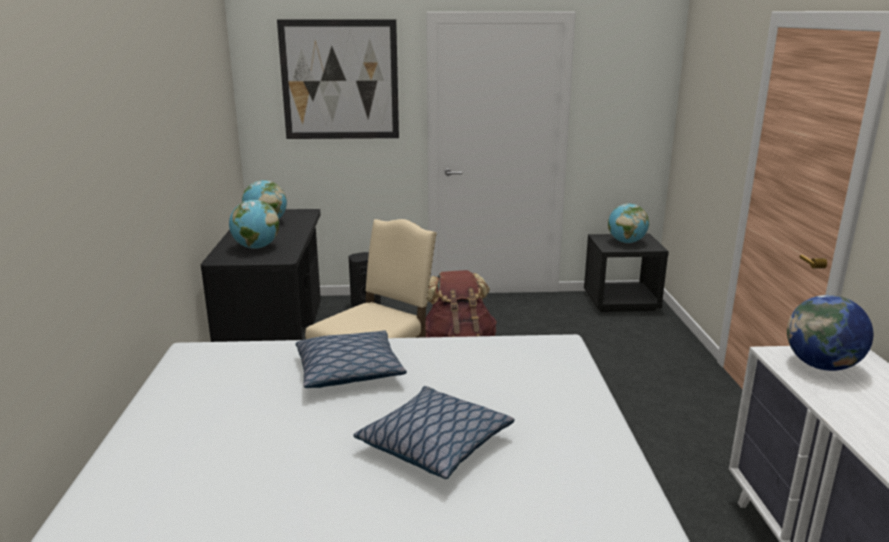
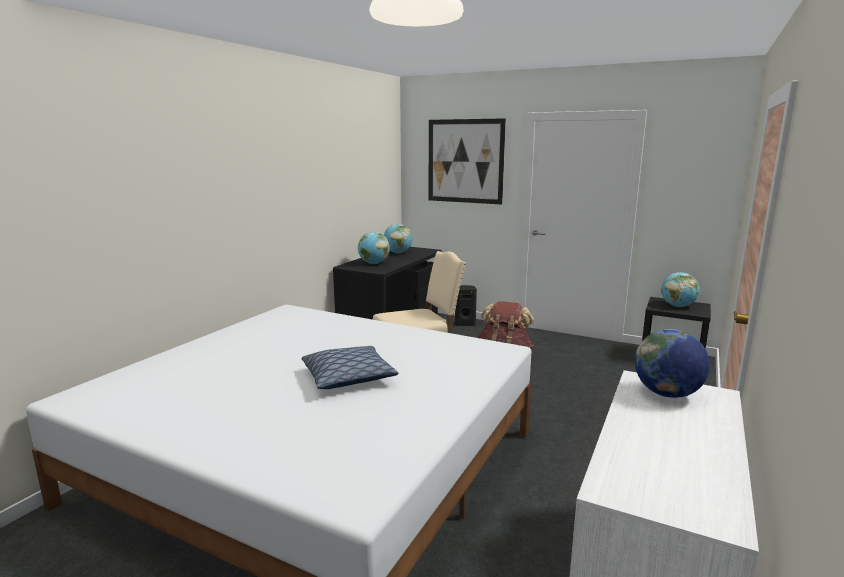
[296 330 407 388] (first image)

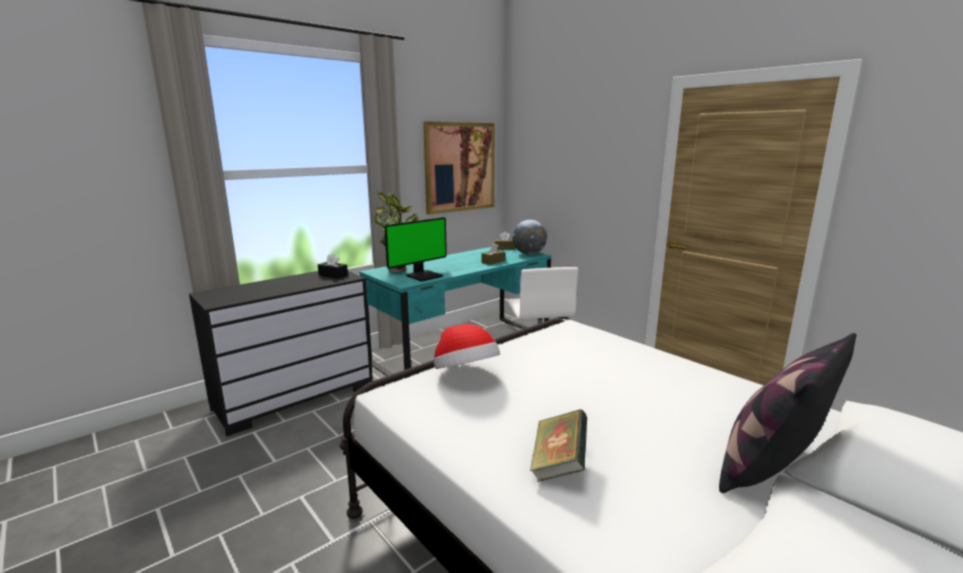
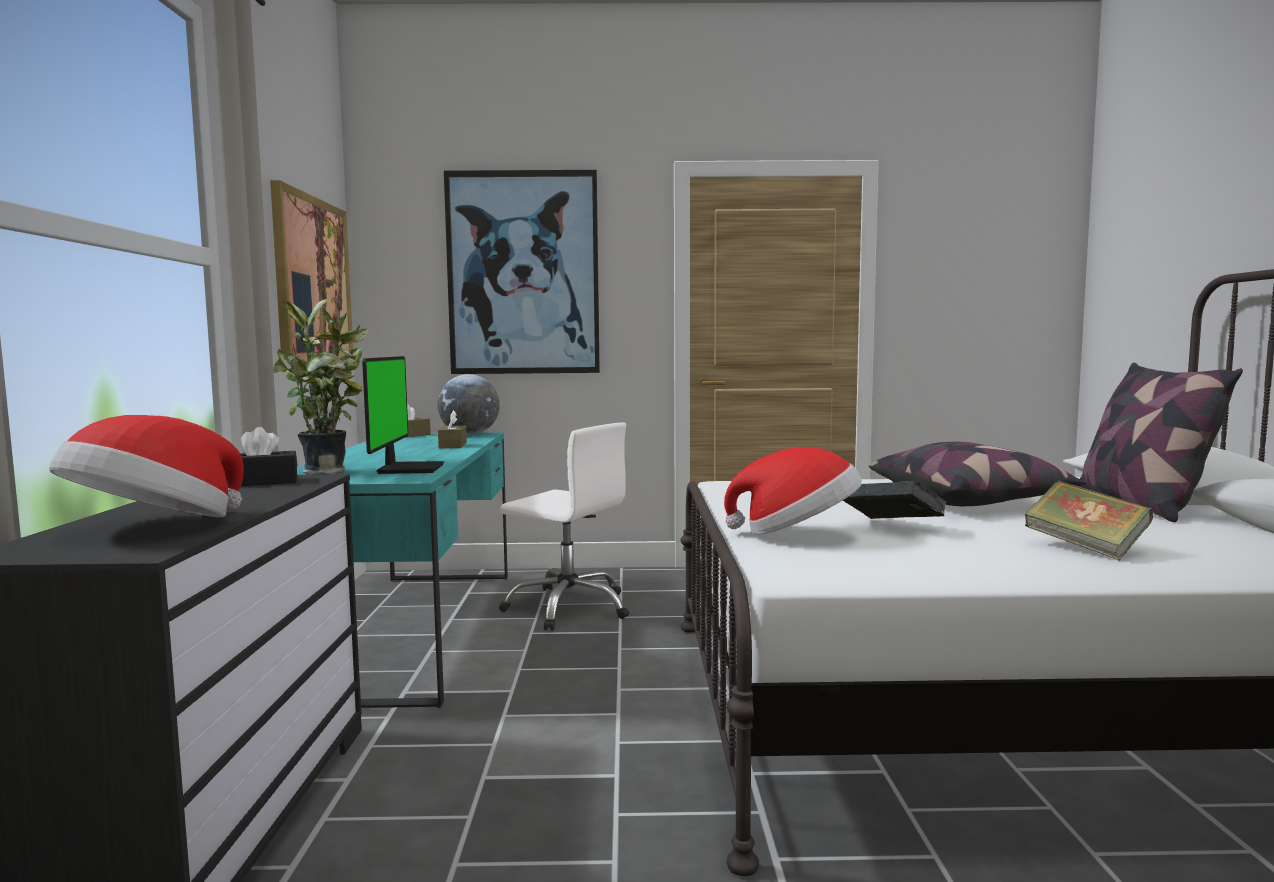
[444 170 600 374]
[49 415 244 518]
[869 442 1087 506]
[843 481 946 519]

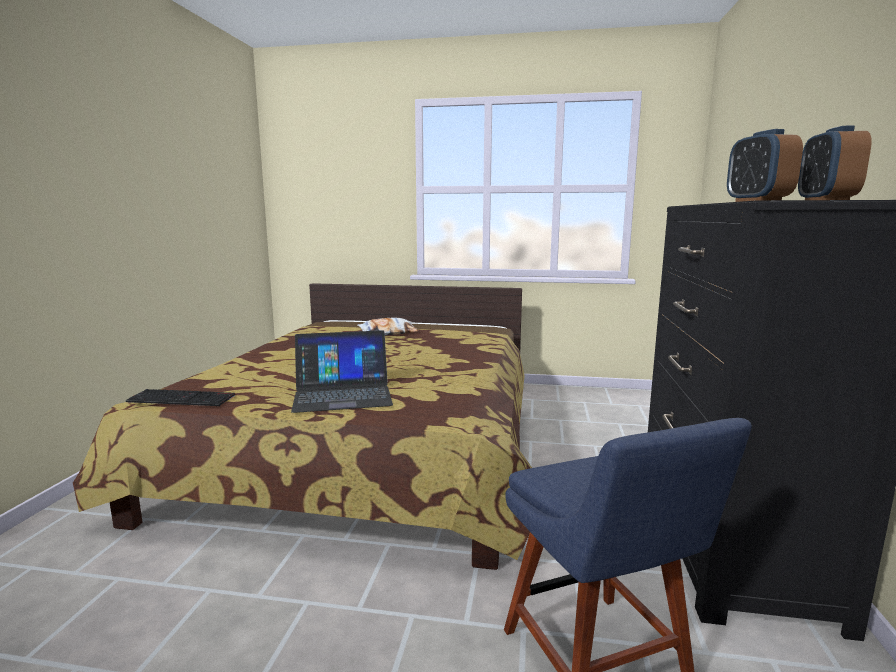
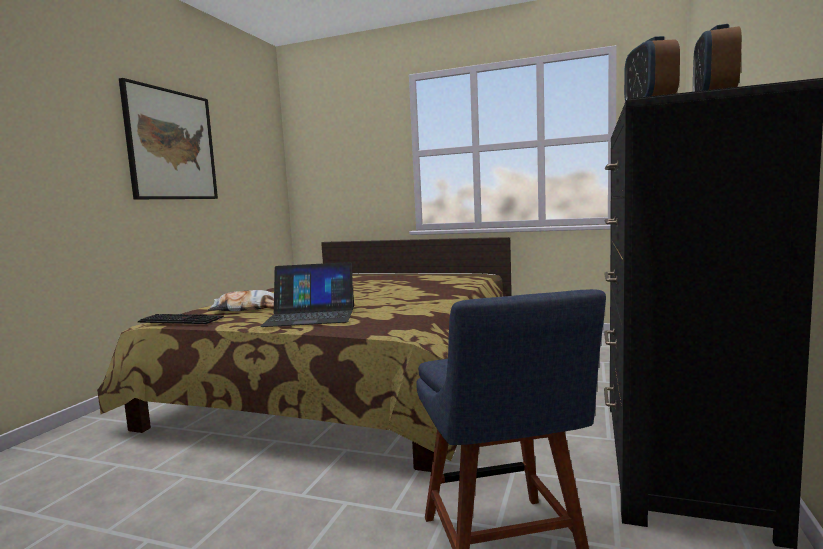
[208 290 274 311]
[119 78 218 199]

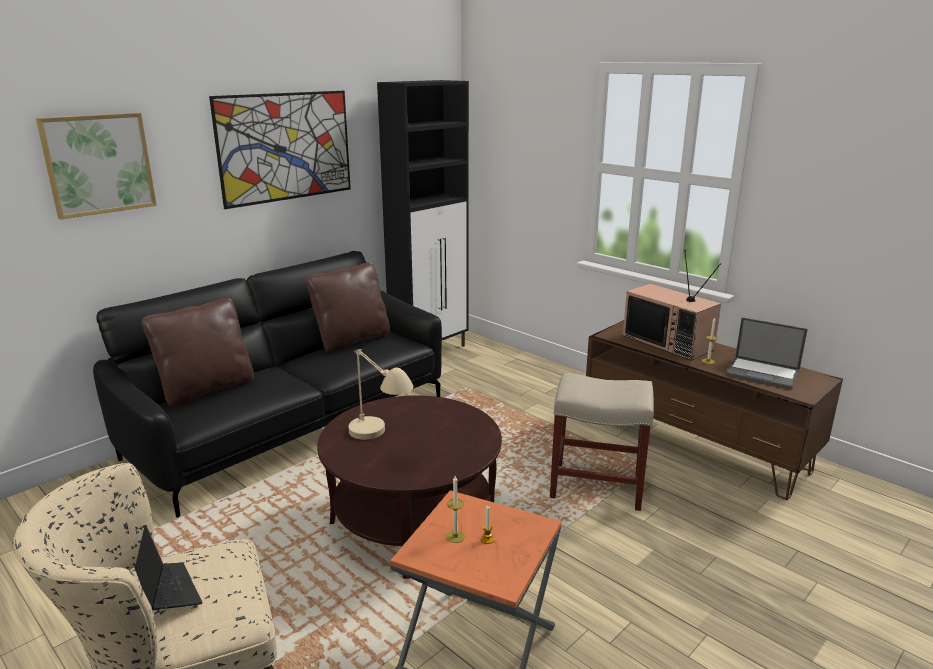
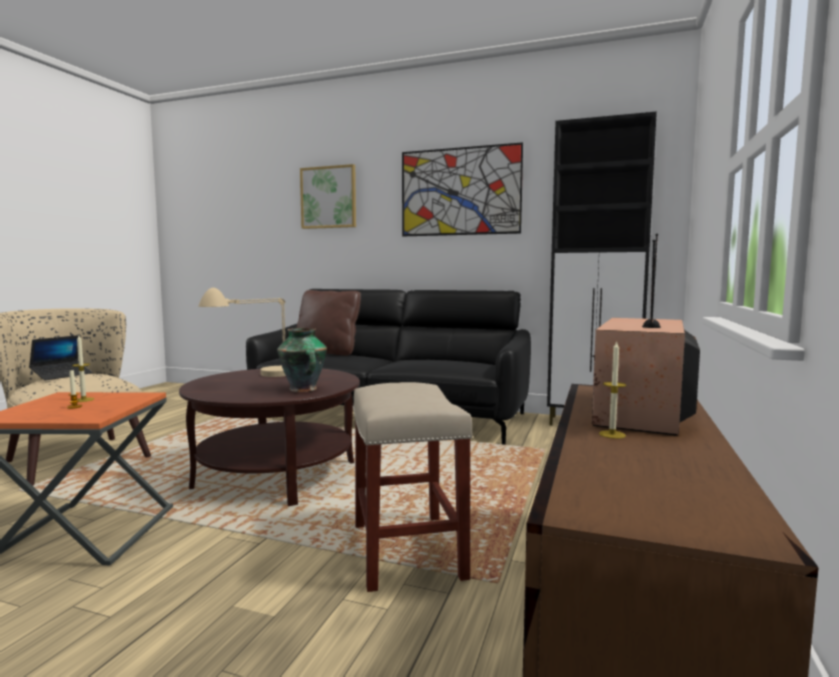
[306 263 390 353] (first image)
[725 317 808 390] (first image)
[277 328 327 392]

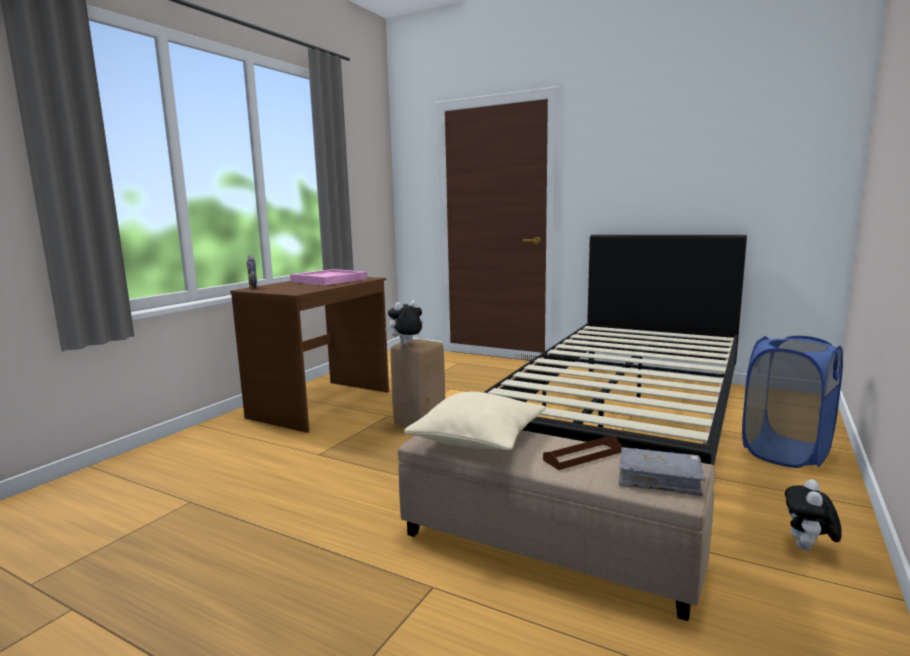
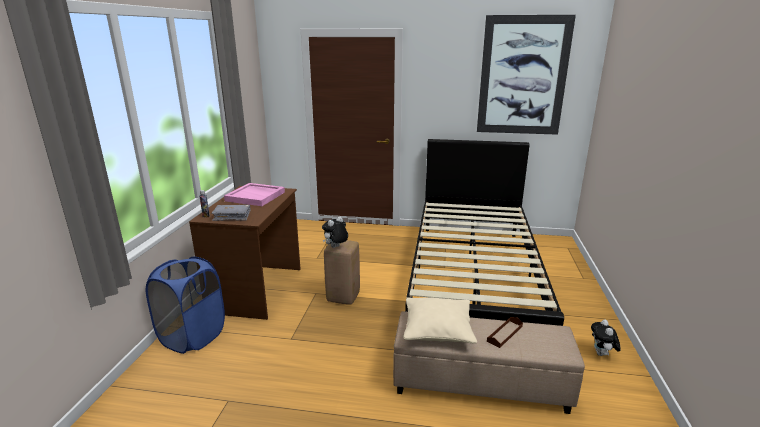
[146 257 225 354]
[211 205 251 221]
[477 15 576 135]

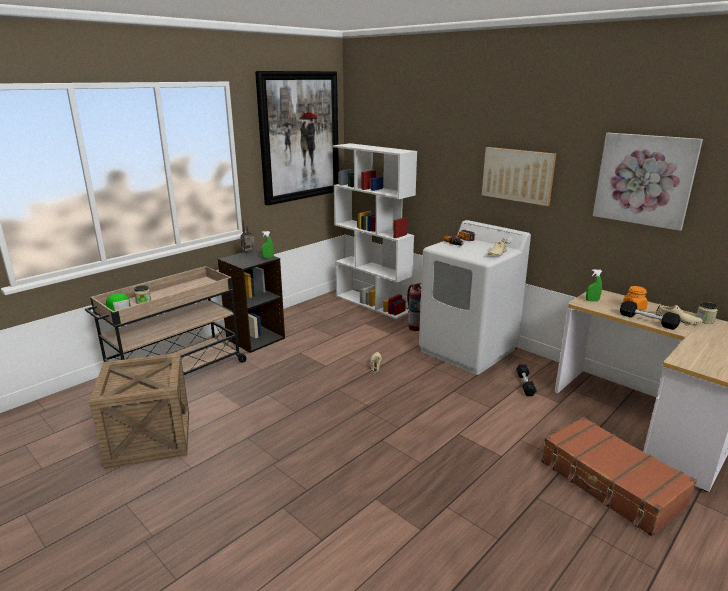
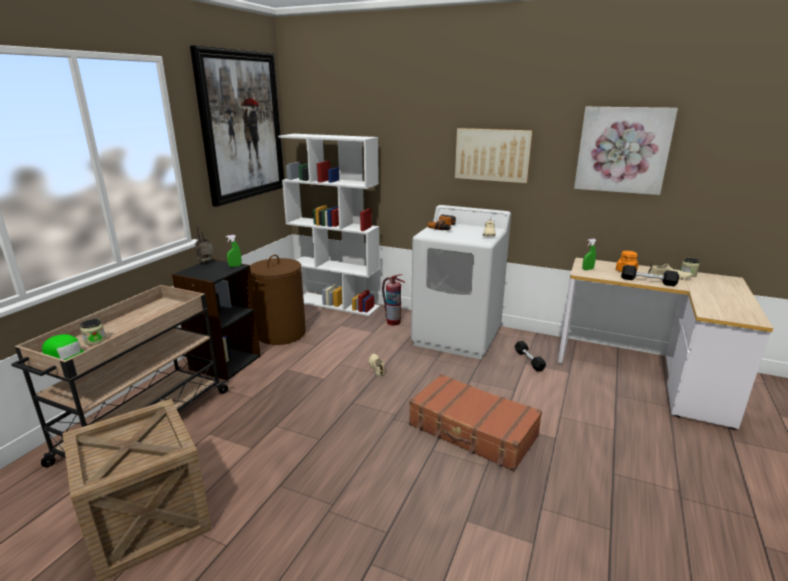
[409 374 542 471]
[250 255 306 345]

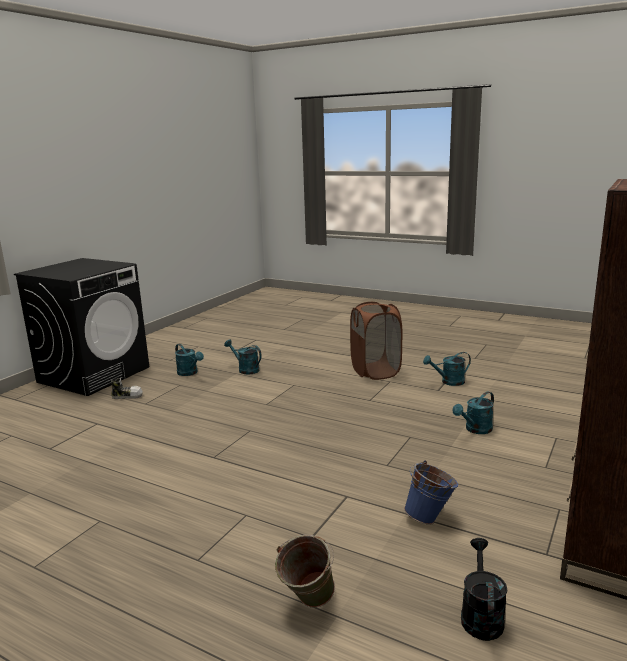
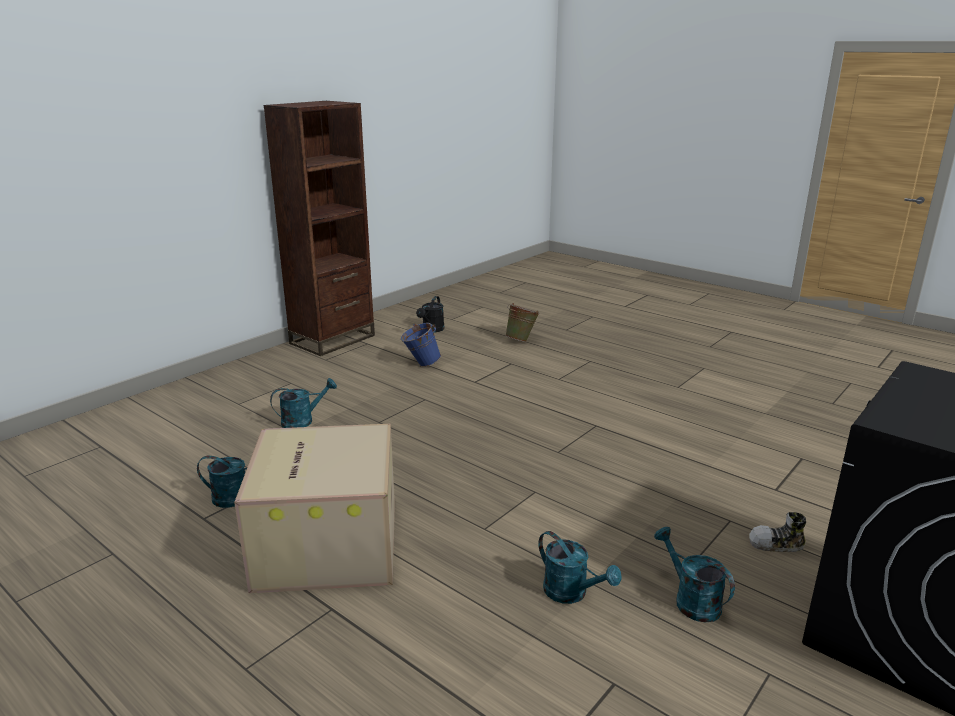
[234 424 395 593]

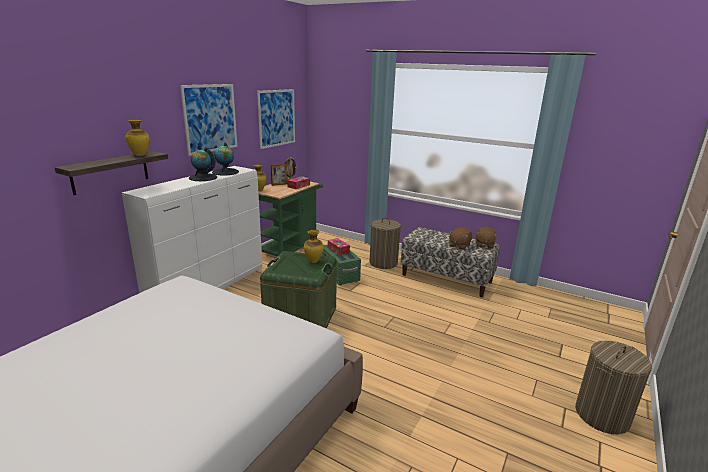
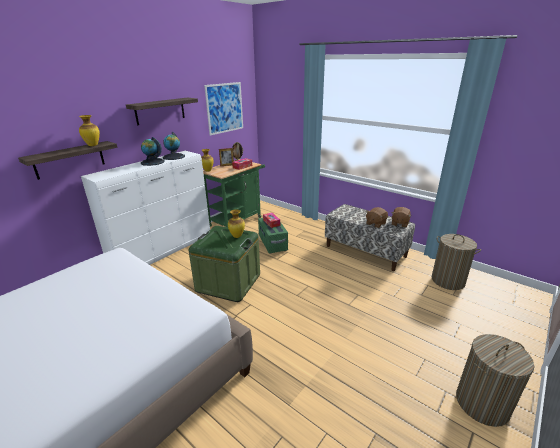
[126 98 198 126]
[432 234 481 290]

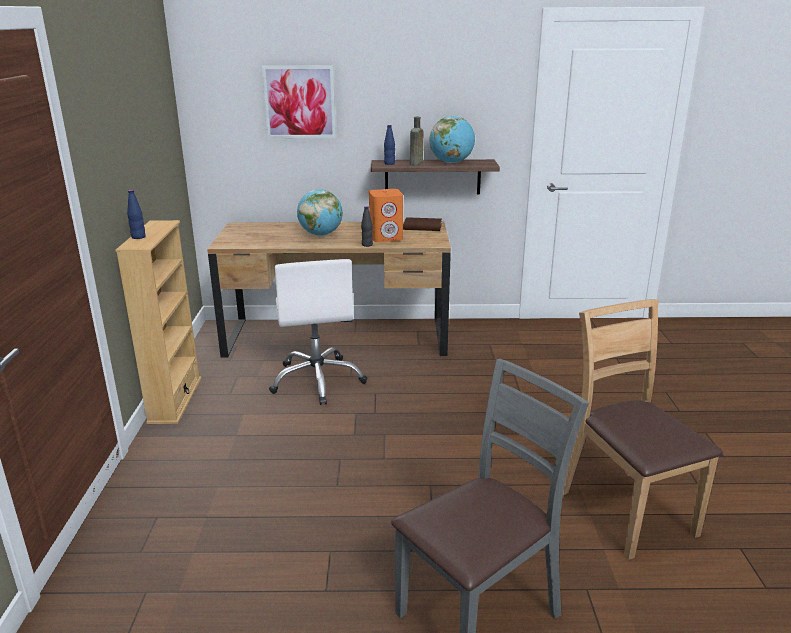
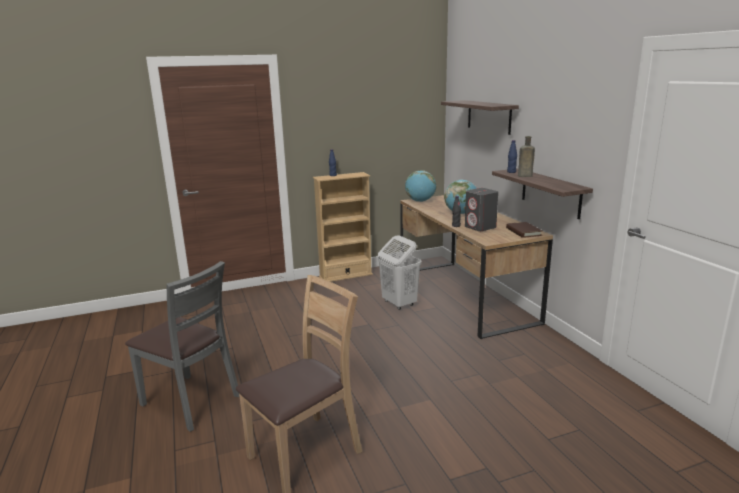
[441 100 519 135]
[405 170 436 202]
[465 188 498 231]
[378 235 422 310]

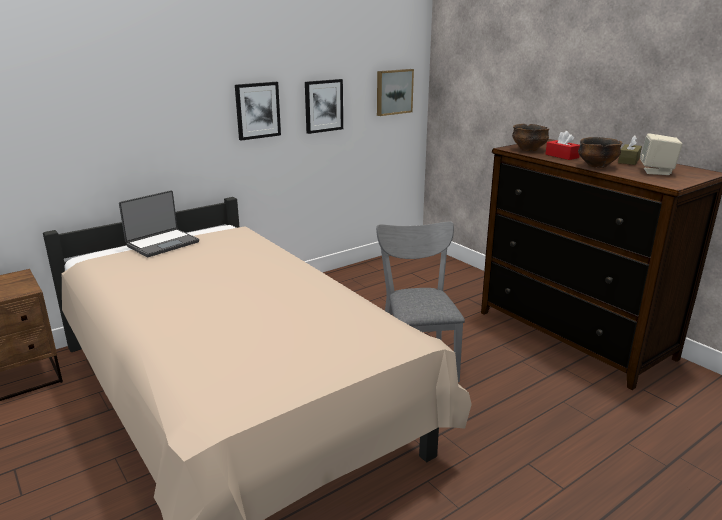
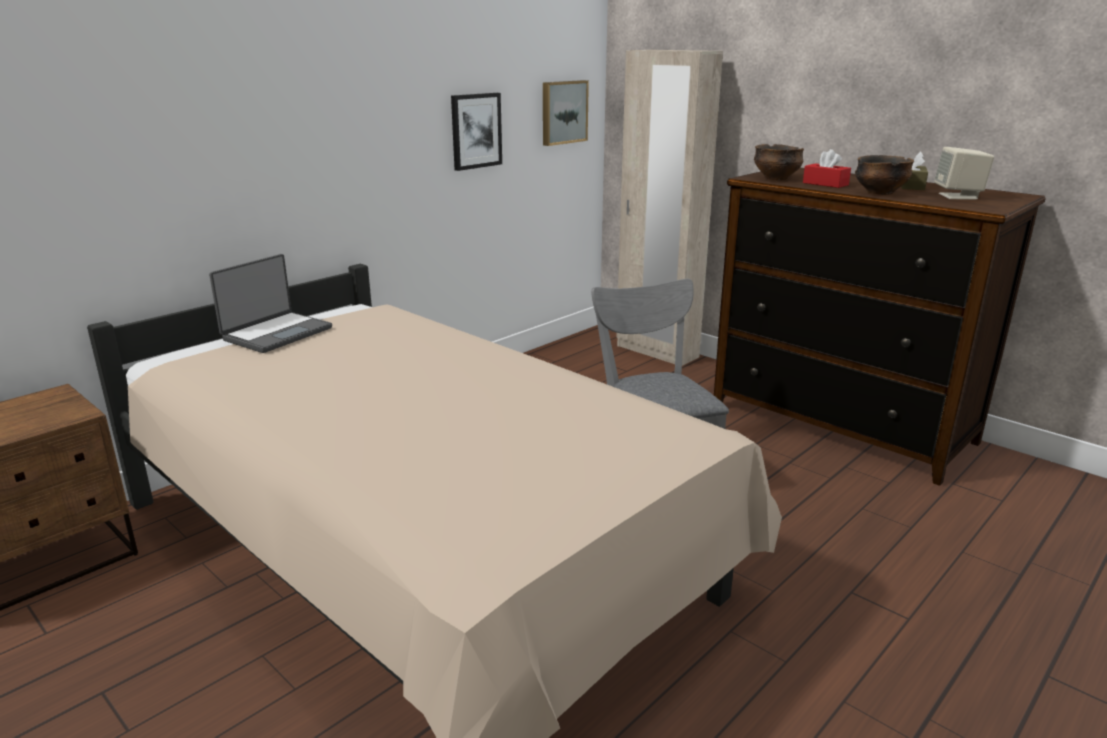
[235 82 281 141] (first image)
[616 50 723 366]

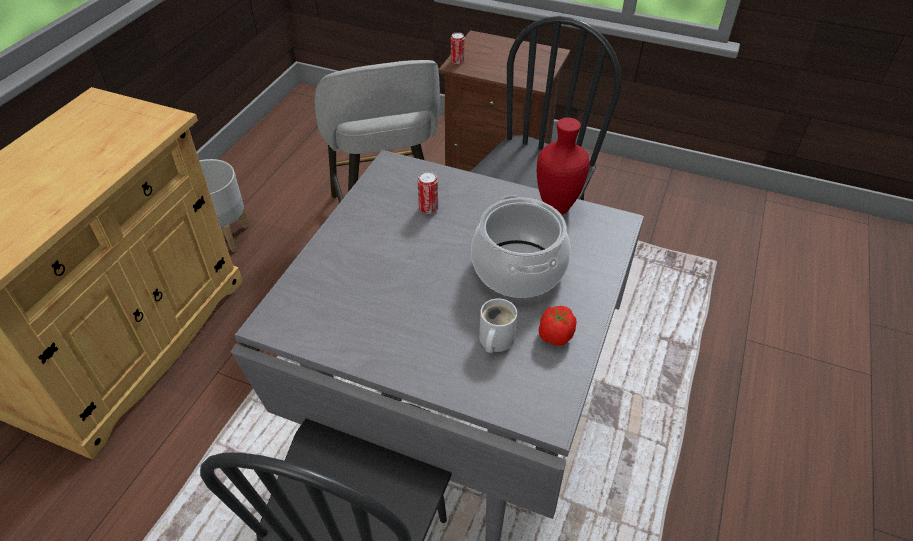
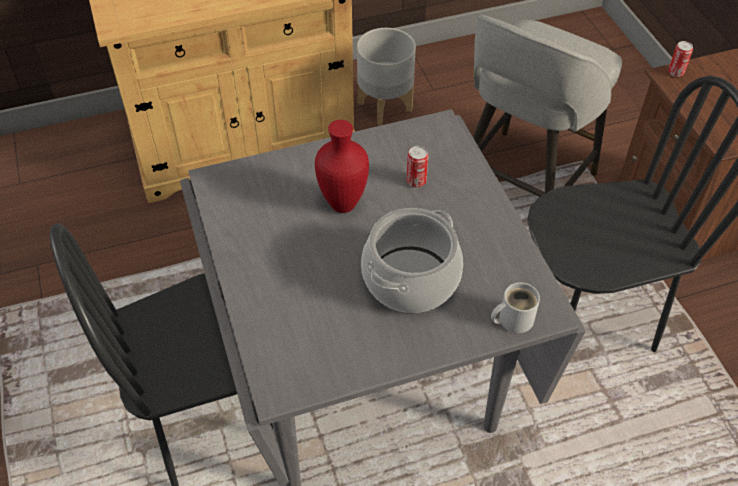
[315 120 369 213]
[491 282 540 333]
[538 306 577 346] (first image)

